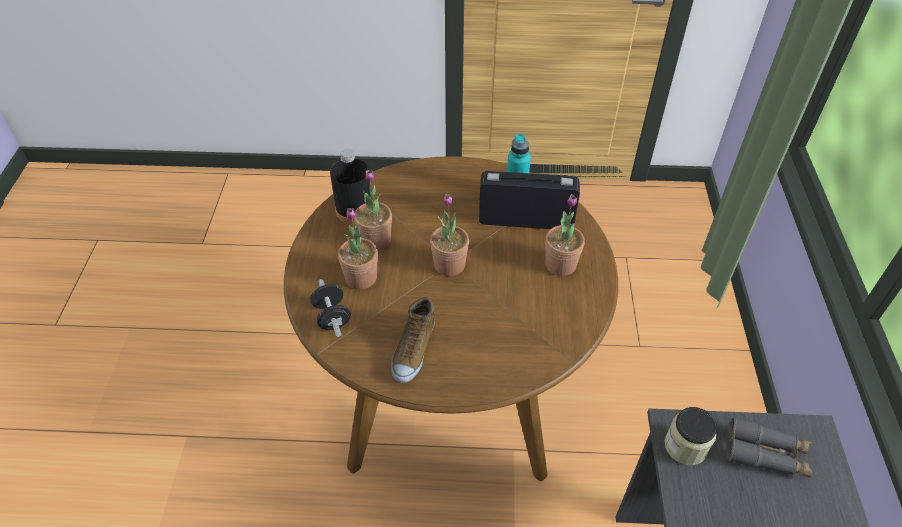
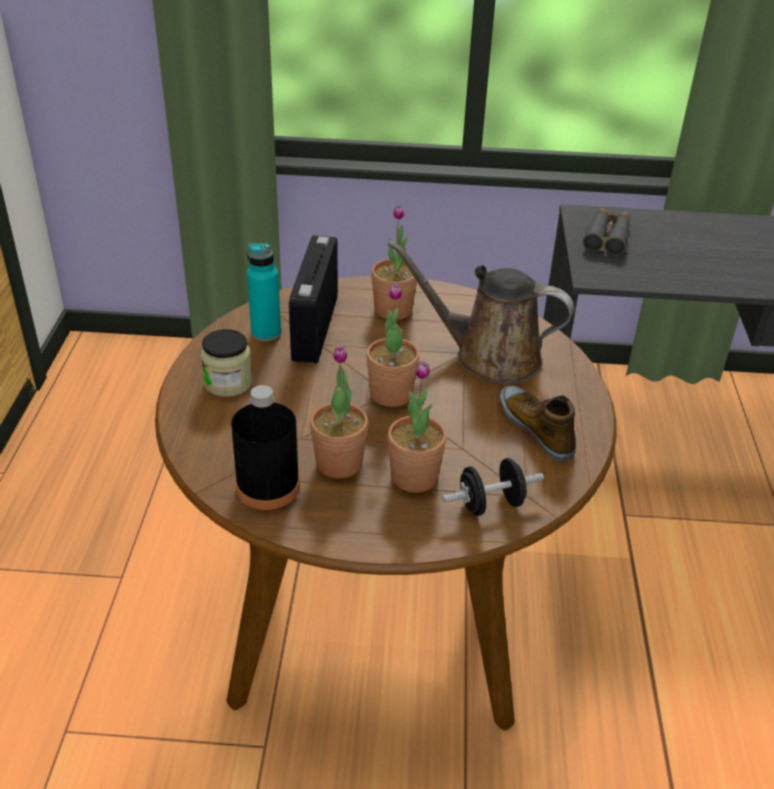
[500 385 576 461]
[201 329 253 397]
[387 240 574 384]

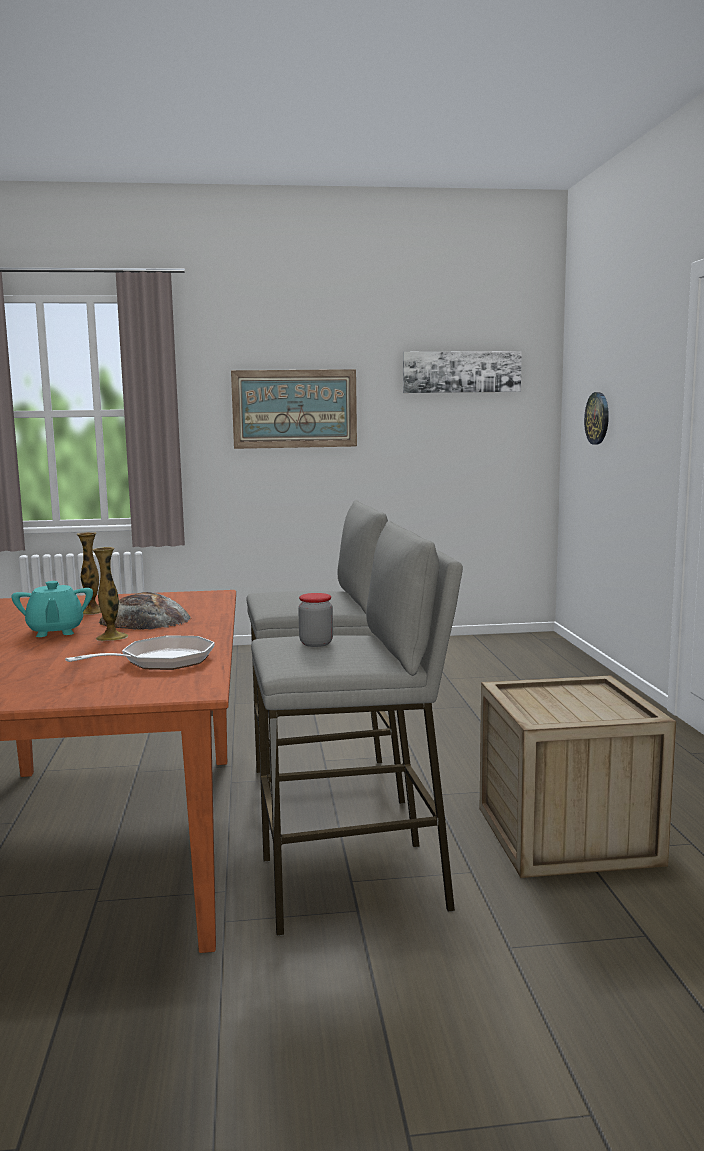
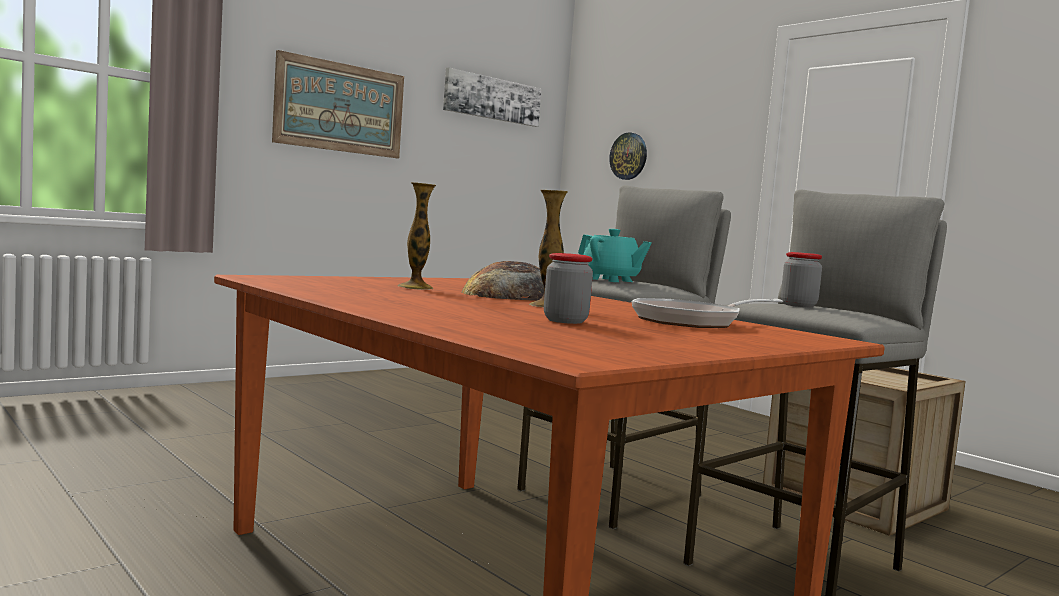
[578 229 652 282]
[632 298 783 328]
[544 253 593 324]

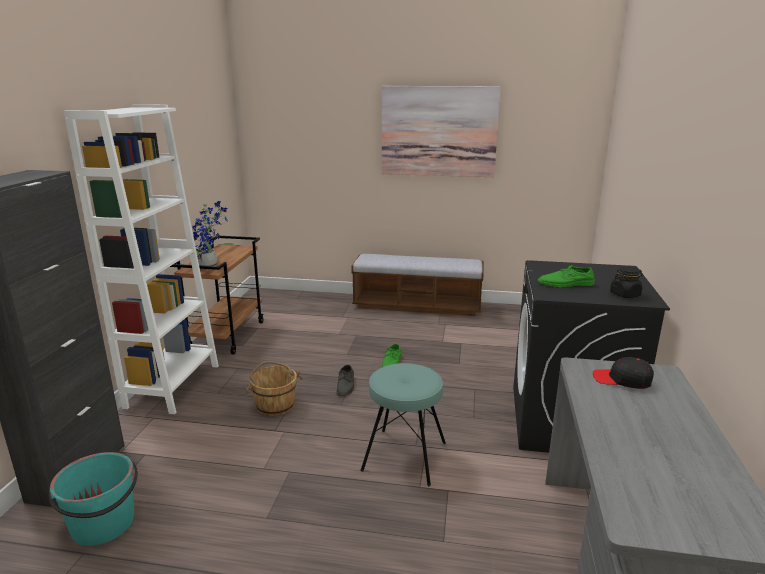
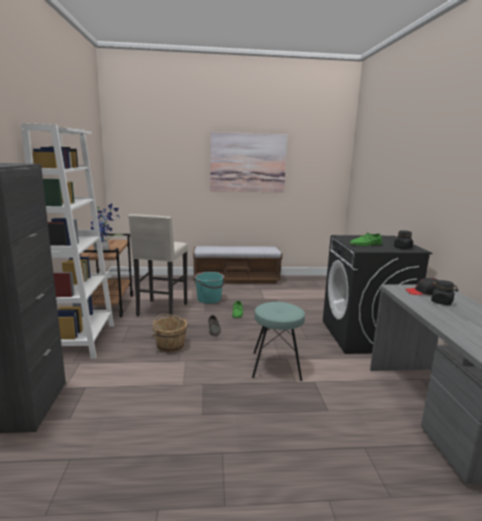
[195 272 225 304]
[128 214 188 317]
[430 280 458 305]

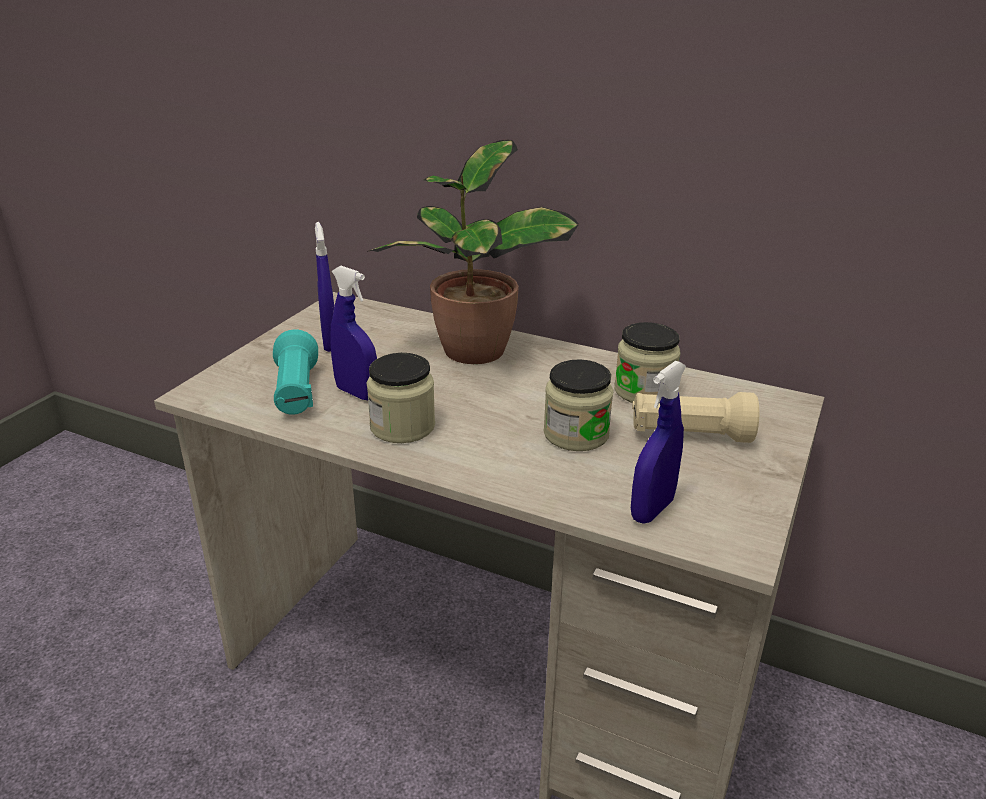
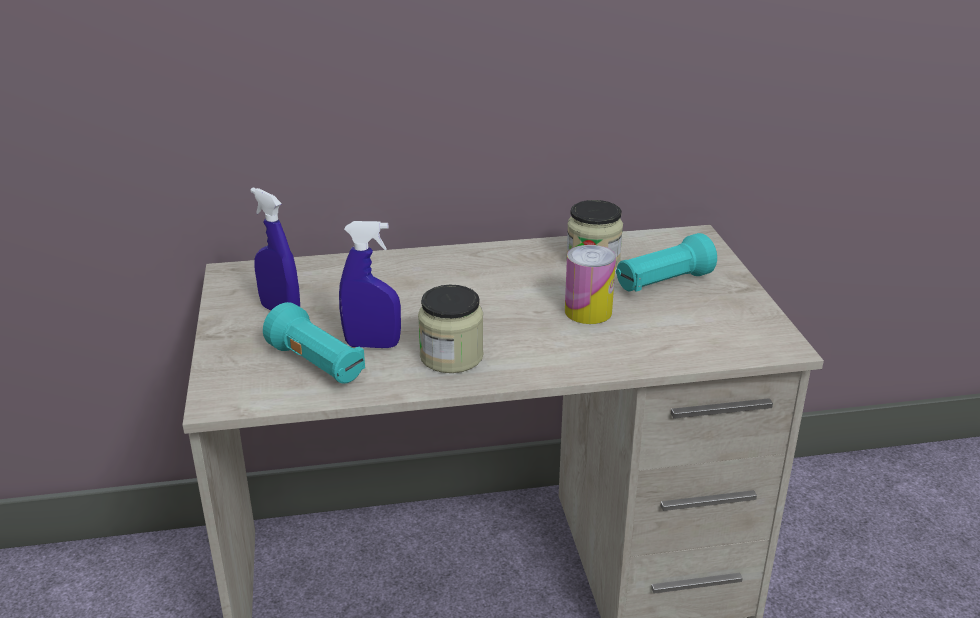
[367 139 579 364] (first image)
[565 245 616 324]
[631 361 686 524] (first image)
[616 233 717 292]

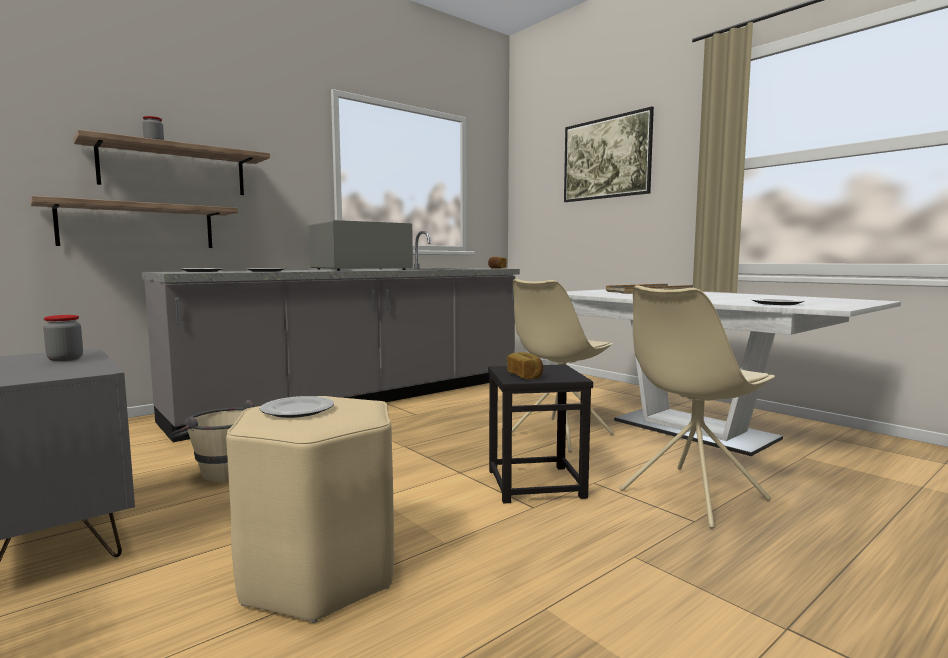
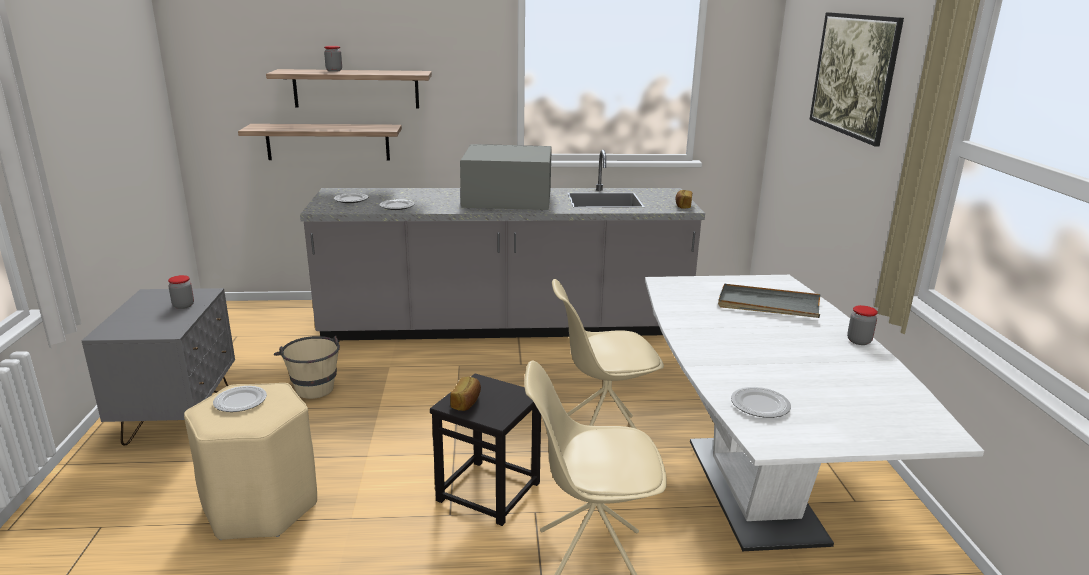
[847 305 878 345]

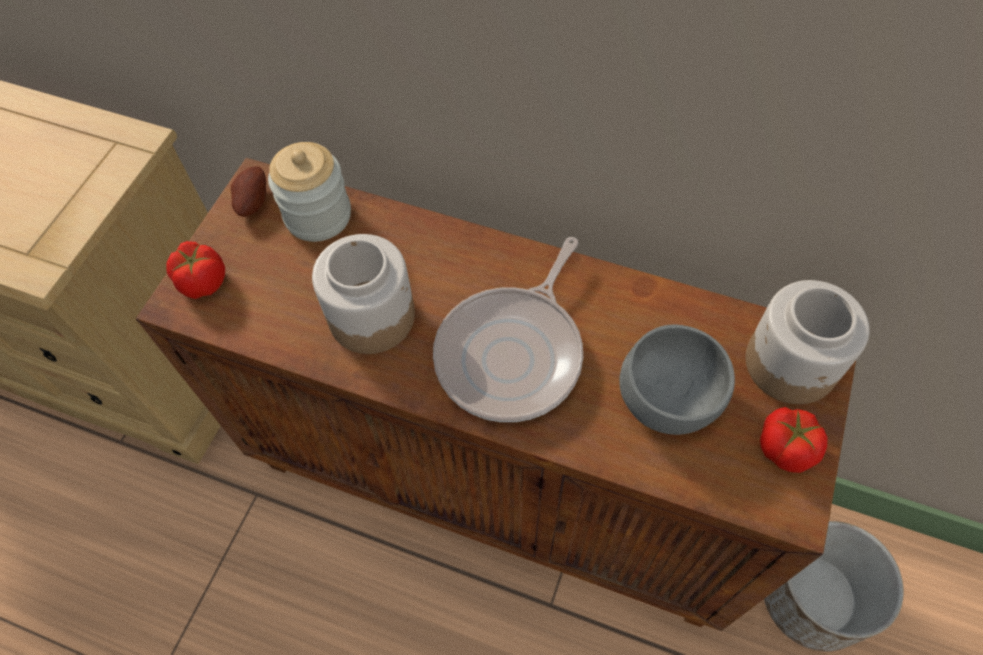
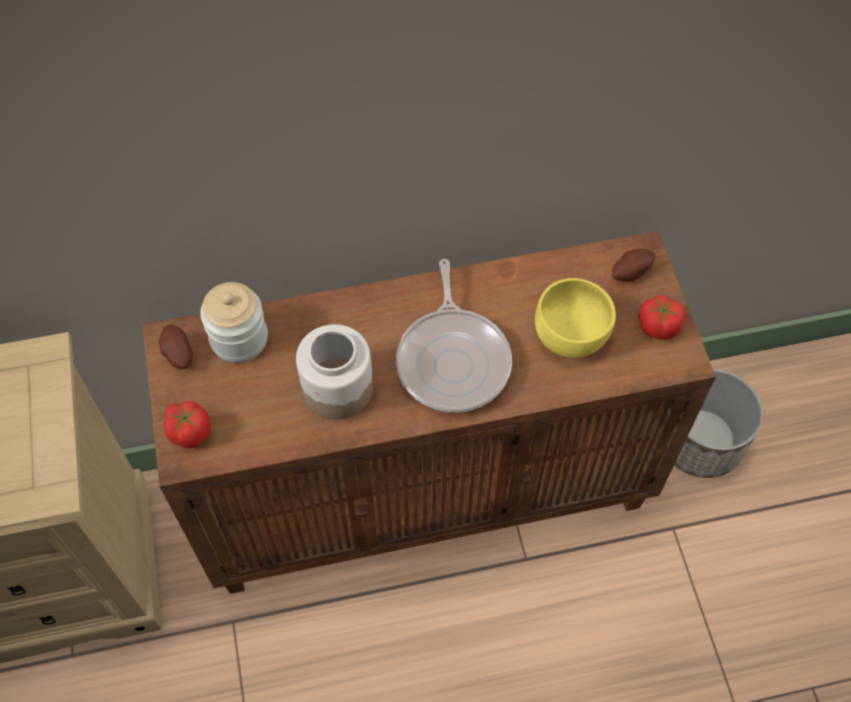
[612 249 655 282]
[535 278 616 358]

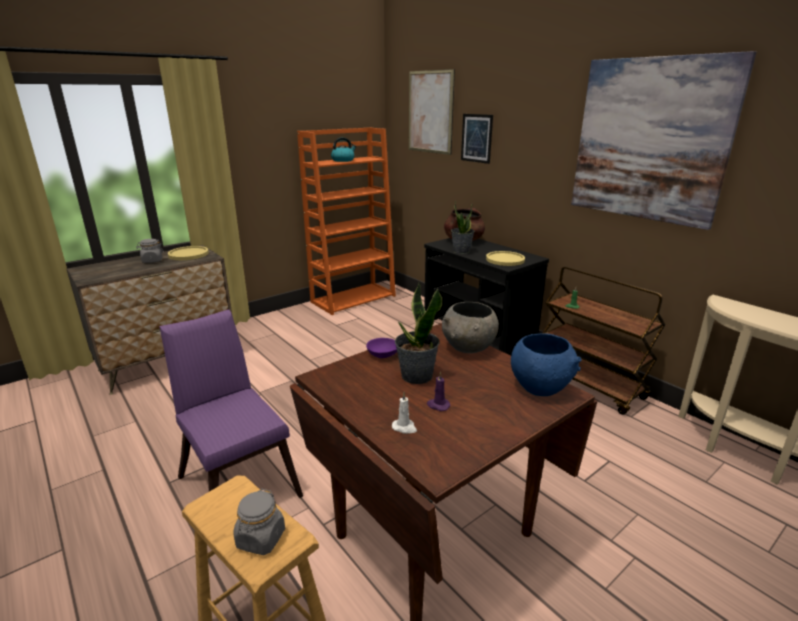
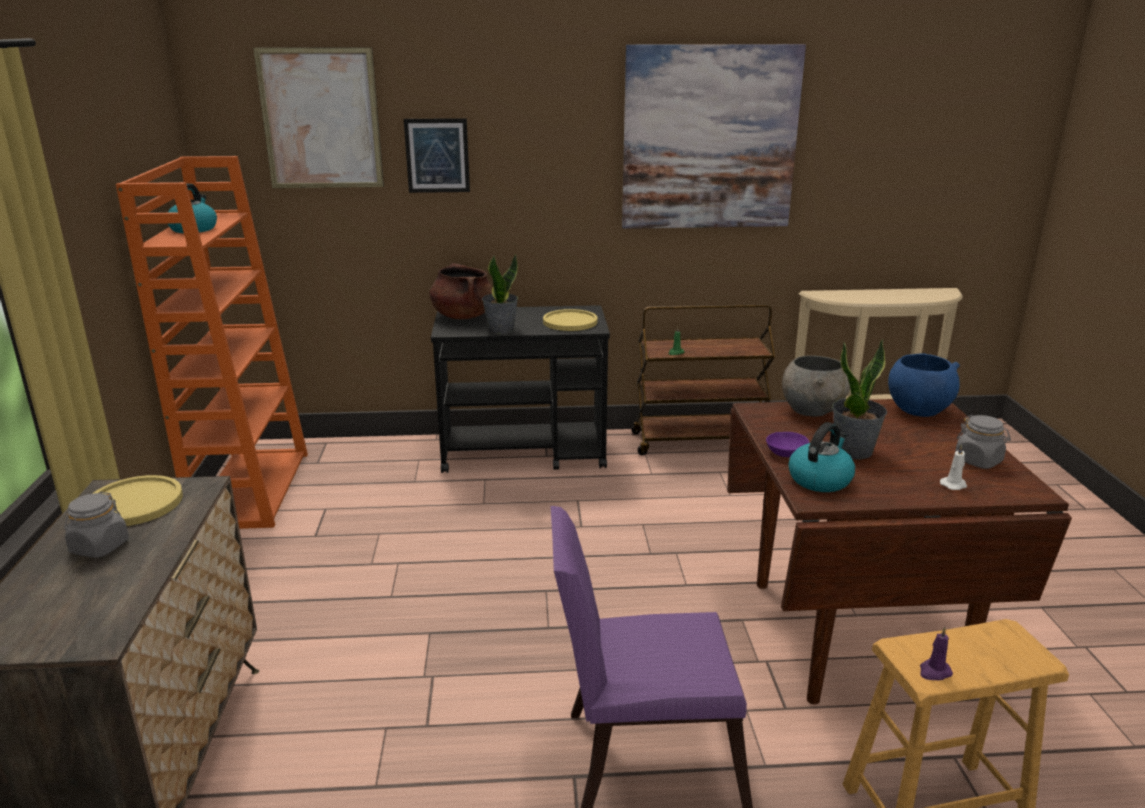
[920 627 953 680]
[955 415 1011 469]
[788 422 855 492]

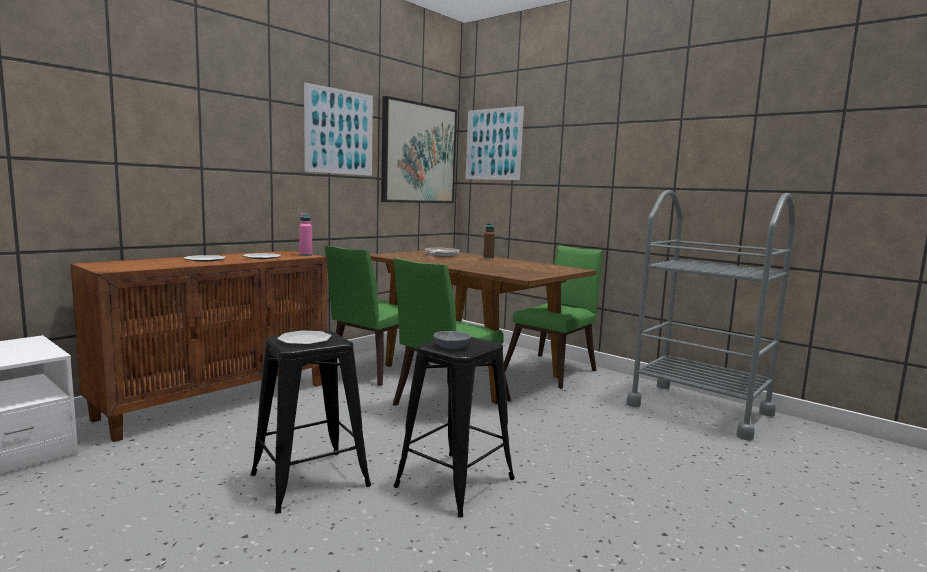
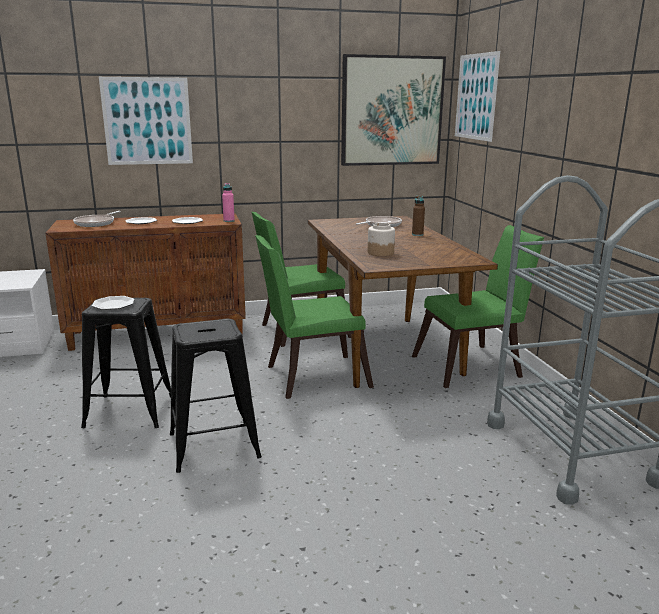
[99 77 193 165]
[434 331 471 349] (first image)
[73 211 121 227]
[368 223 395 256]

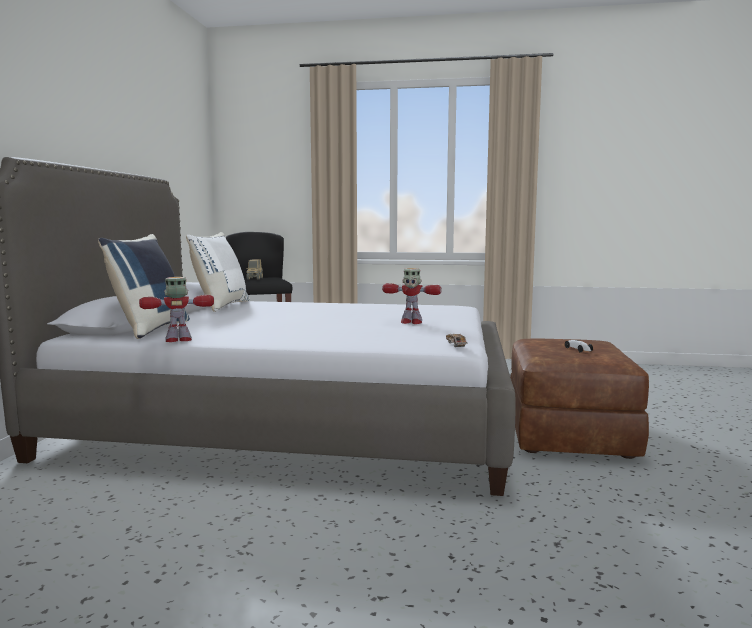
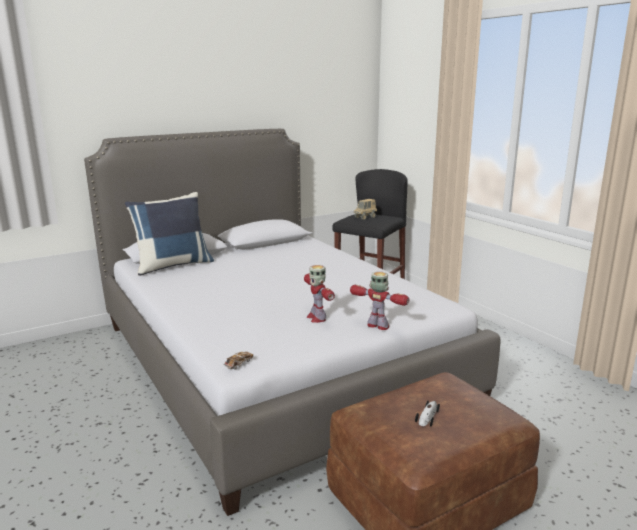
[186 232 250 312] (first image)
[350 272 409 330]

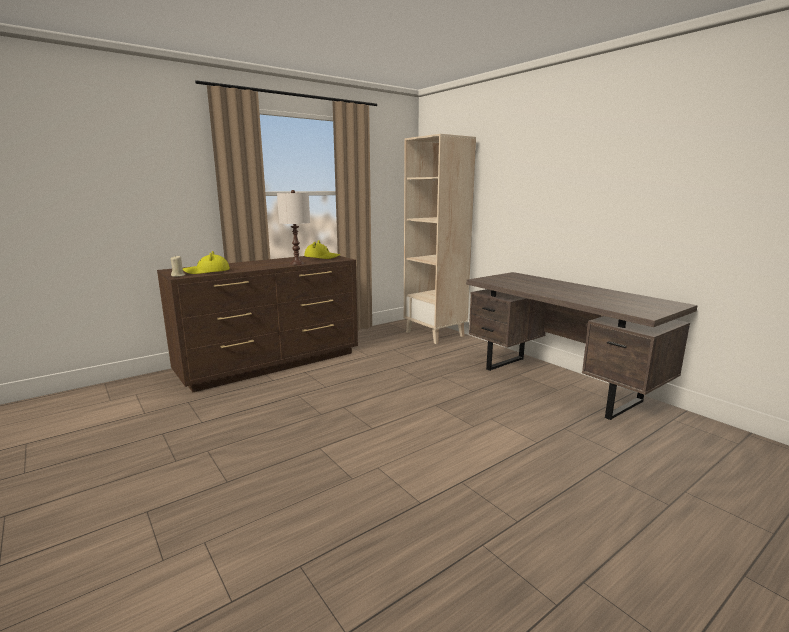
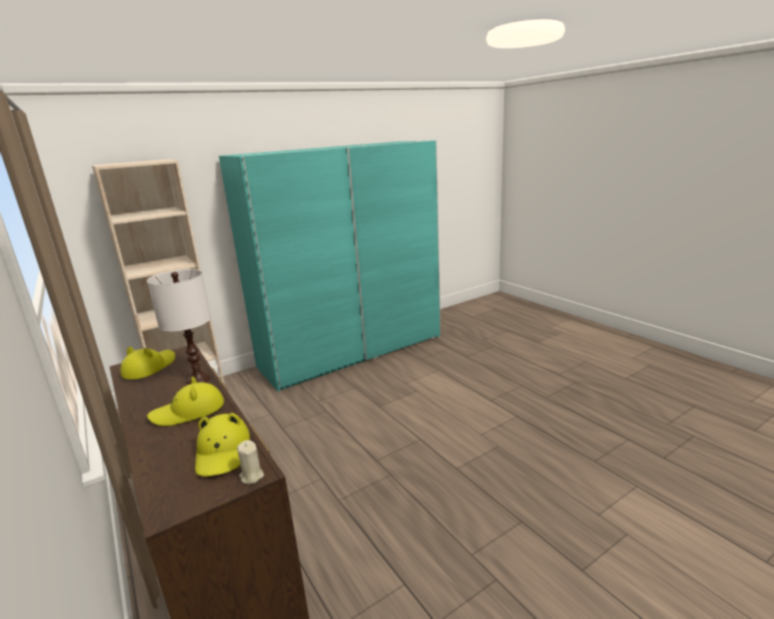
[219 140 441 392]
[147 376 224 426]

